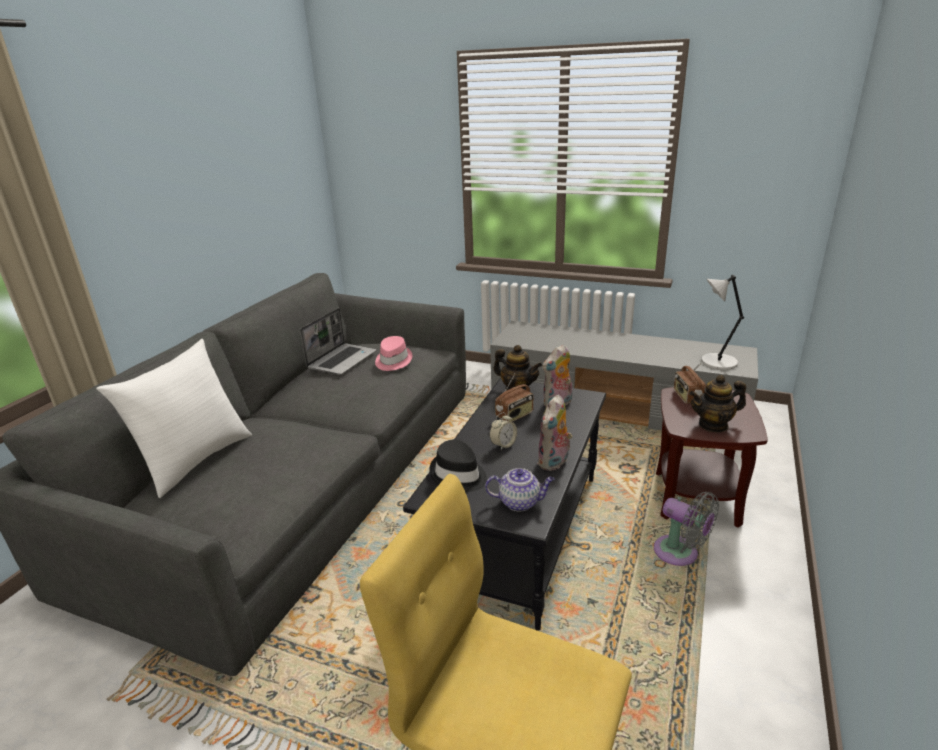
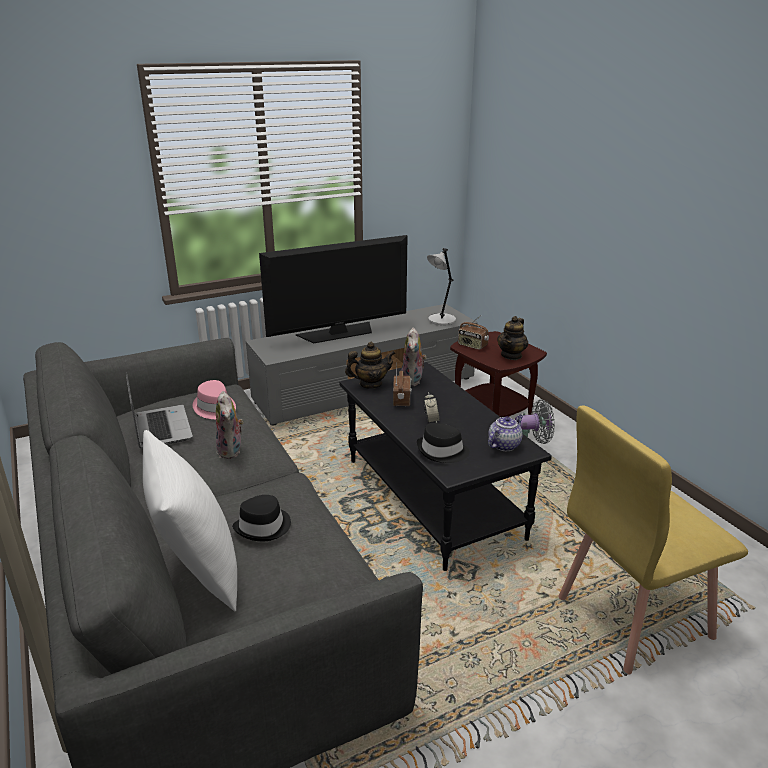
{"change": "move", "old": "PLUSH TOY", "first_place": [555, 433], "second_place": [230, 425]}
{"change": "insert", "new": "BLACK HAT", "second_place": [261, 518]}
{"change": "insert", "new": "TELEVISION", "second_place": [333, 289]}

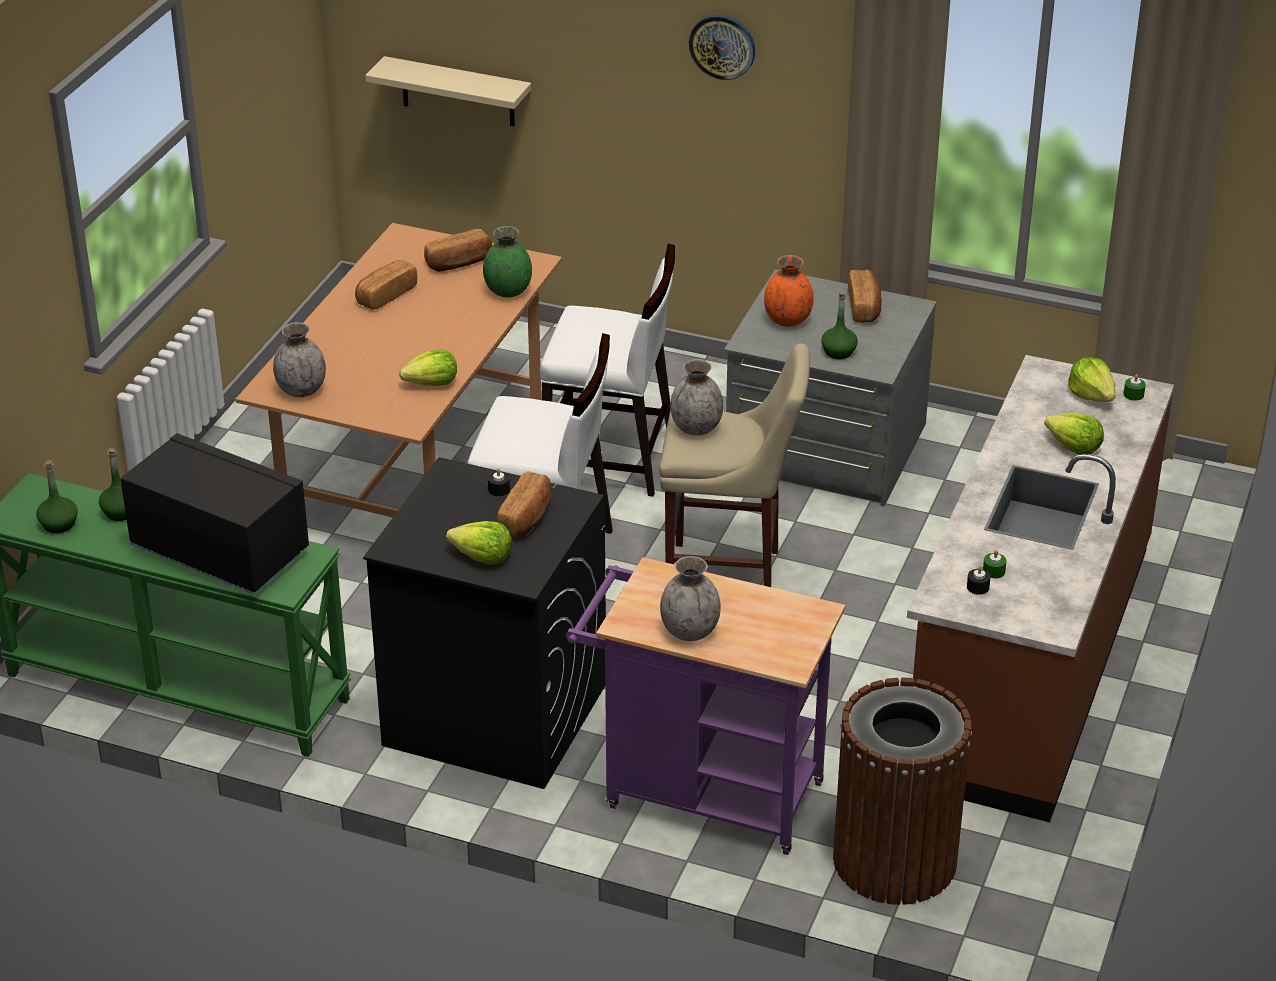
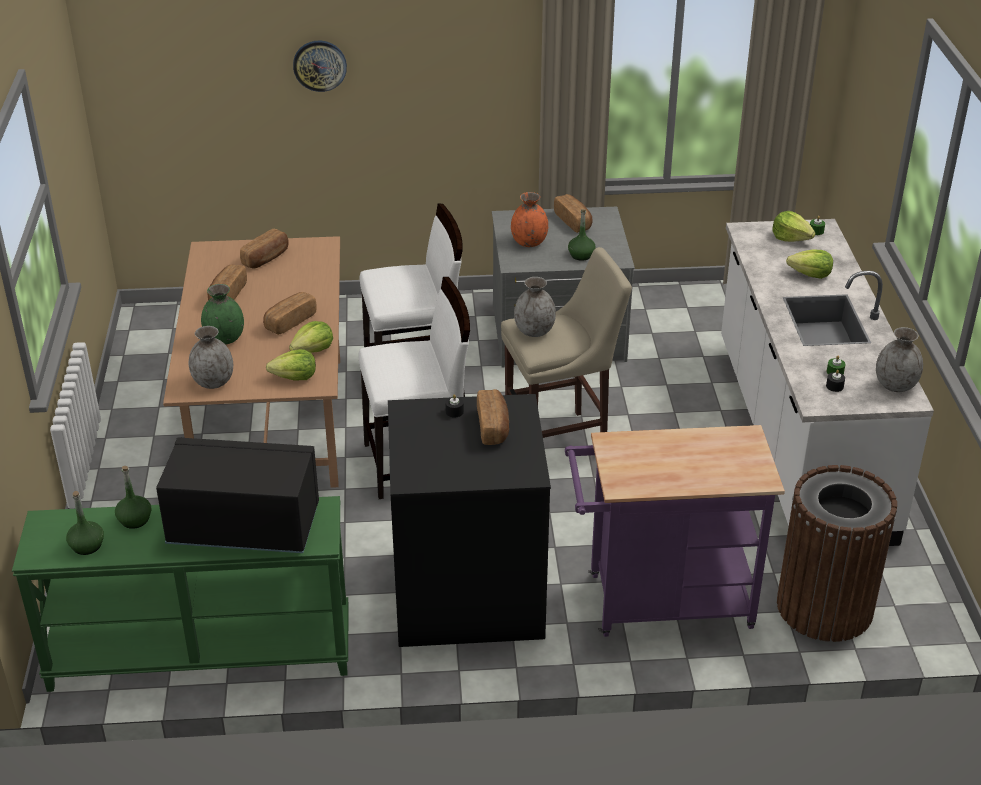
{"change": "delete", "old": "BEIGE SHELF", "first_place": [448, 91]}
{"change": "move", "old": "LETTUCE", "first_place": [479, 543], "second_place": [291, 364]}
{"change": "move", "old": "GREEN VASE", "first_place": [507, 261], "second_place": [222, 314]}
{"change": "move", "old": "GREY VASE", "first_place": [690, 598], "second_place": [899, 359]}
{"change": "move", "old": "WALL CLOCK", "first_place": [722, 47], "second_place": [320, 66]}
{"change": "recolor", "old": "BROWN COUNTER", "new": "WHITE COUNTER", "first_place": [1040, 588], "second_place": [827, 382]}
{"change": "insert", "new": "BREAD", "second_place": [289, 313]}

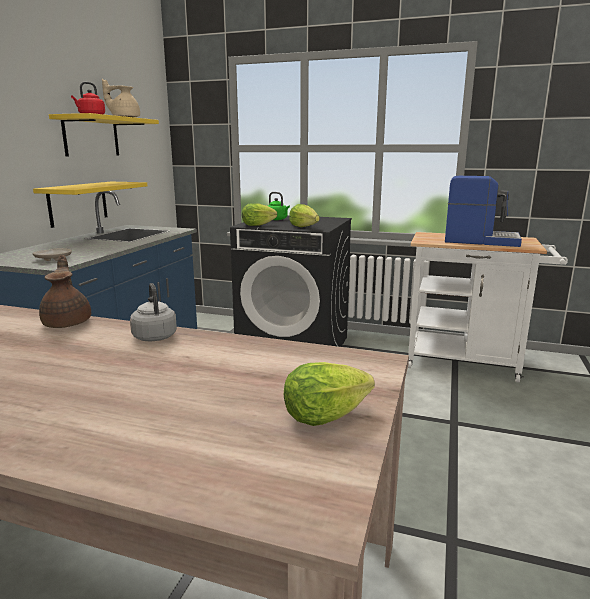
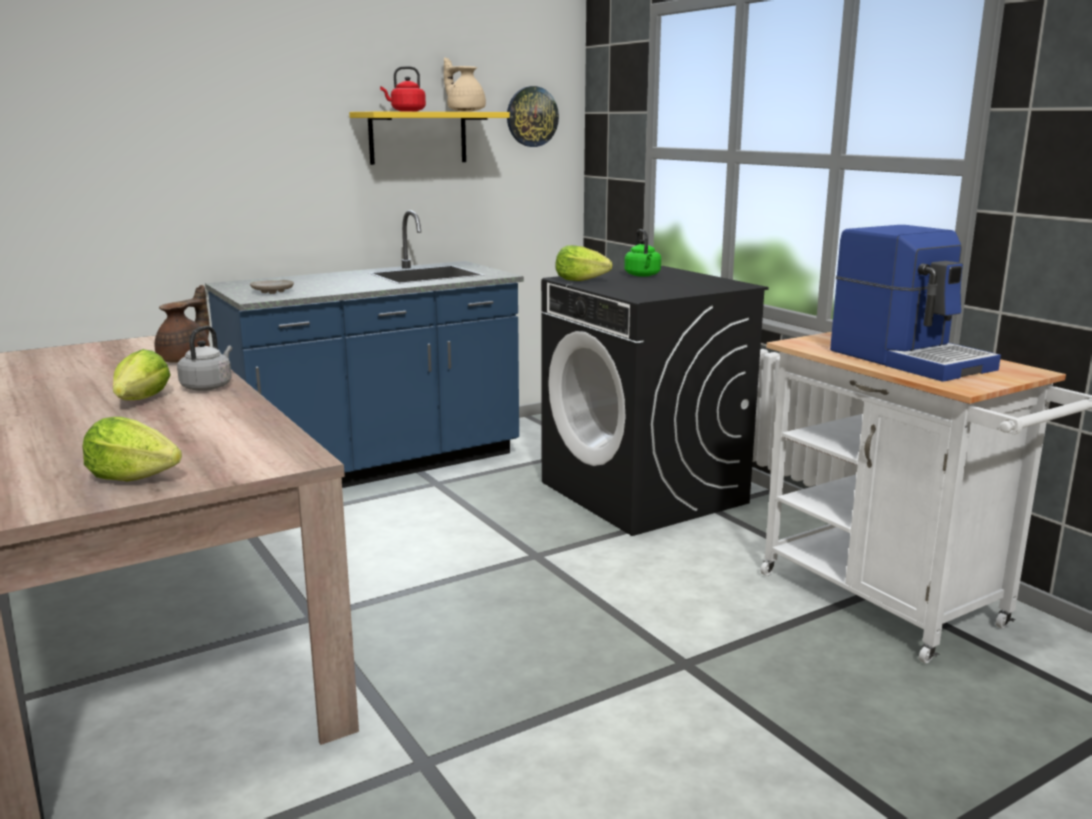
{"change": "delete", "old": "YELLOW SHELF", "first_place": [90, 205]}
{"change": "move", "old": "LETTUCE", "first_place": [304, 215], "second_place": [142, 374]}
{"change": "insert", "new": "WALL CLOCK", "second_place": [533, 116]}

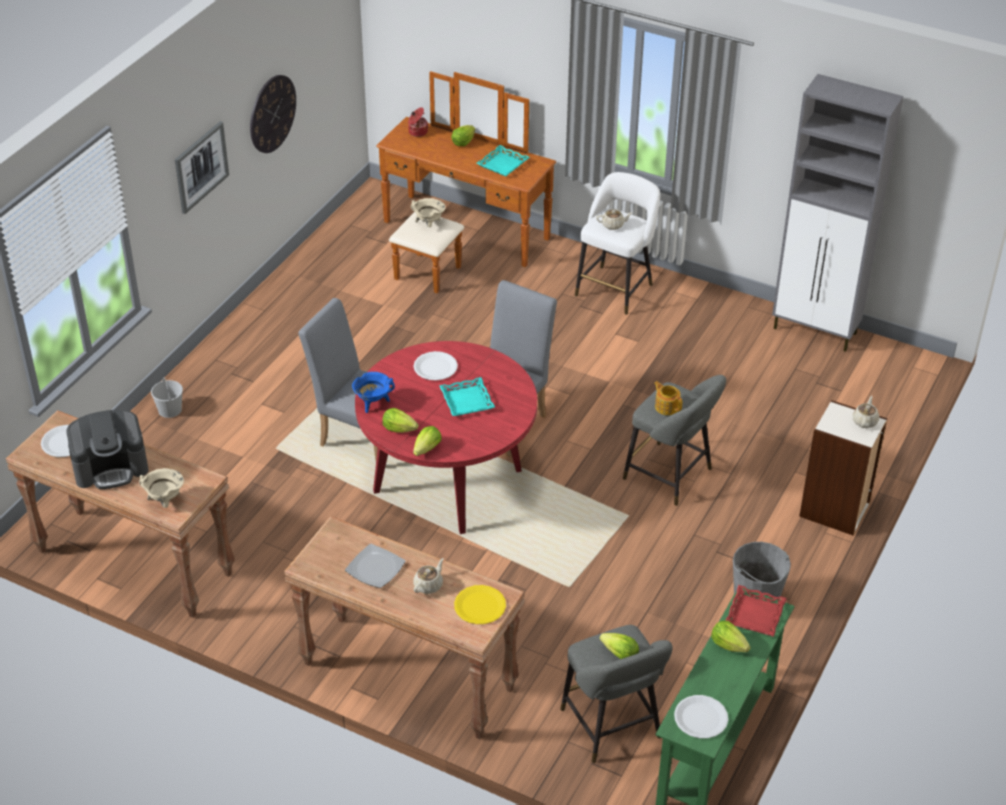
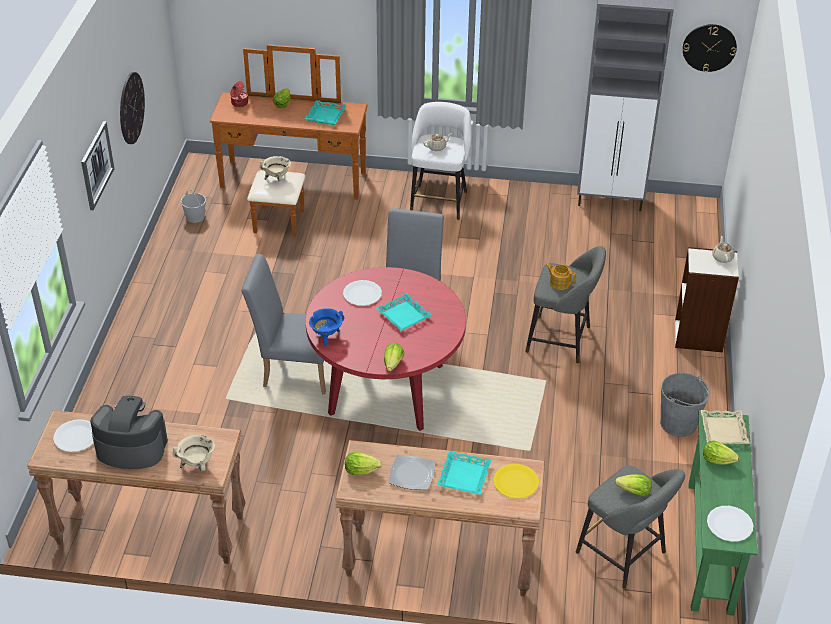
{"change": "rotate", "old": "COFFEE MACHINE", "first_place": [107, 449], "second_place": [129, 432], "degrees": -135}
{"change": "move", "old": "WHITE BUCKET", "first_place": [167, 397], "second_place": [193, 206]}
{"change": "move", "old": "LETTUCE", "first_place": [400, 420], "second_place": [363, 463]}
{"change": "replace", "old": "BEIGE TEAPOT", "new": "TURQUOISE TRAY", "first_place": [428, 576], "second_place": [464, 473]}
{"change": "recolor", "old": "RED TRAY", "new": "BEIGE TRAY", "first_place": [756, 611], "second_place": [725, 427]}
{"change": "insert", "new": "WALL CLOCK", "second_place": [710, 48]}

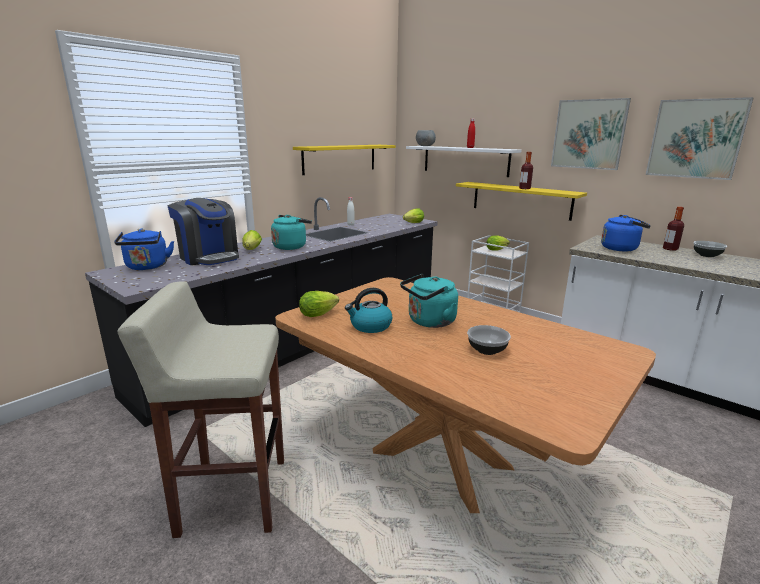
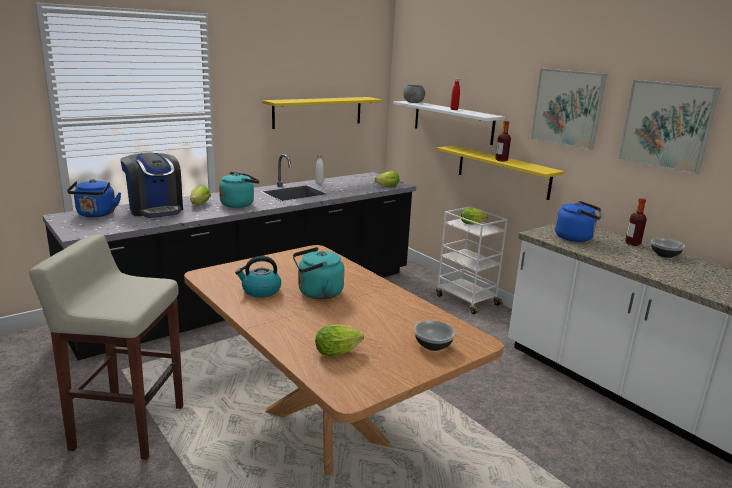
{"change": "move", "old": "LETTUCE", "first_place": [319, 304], "second_place": [339, 340]}
{"change": "move", "old": "BOWL", "first_place": [489, 340], "second_place": [434, 336]}

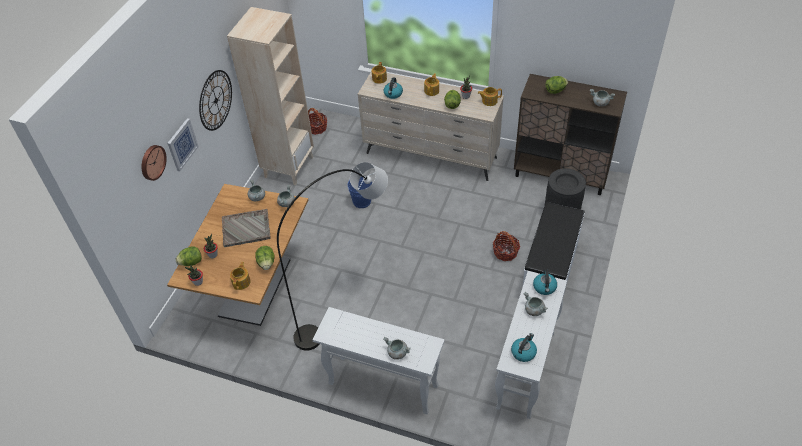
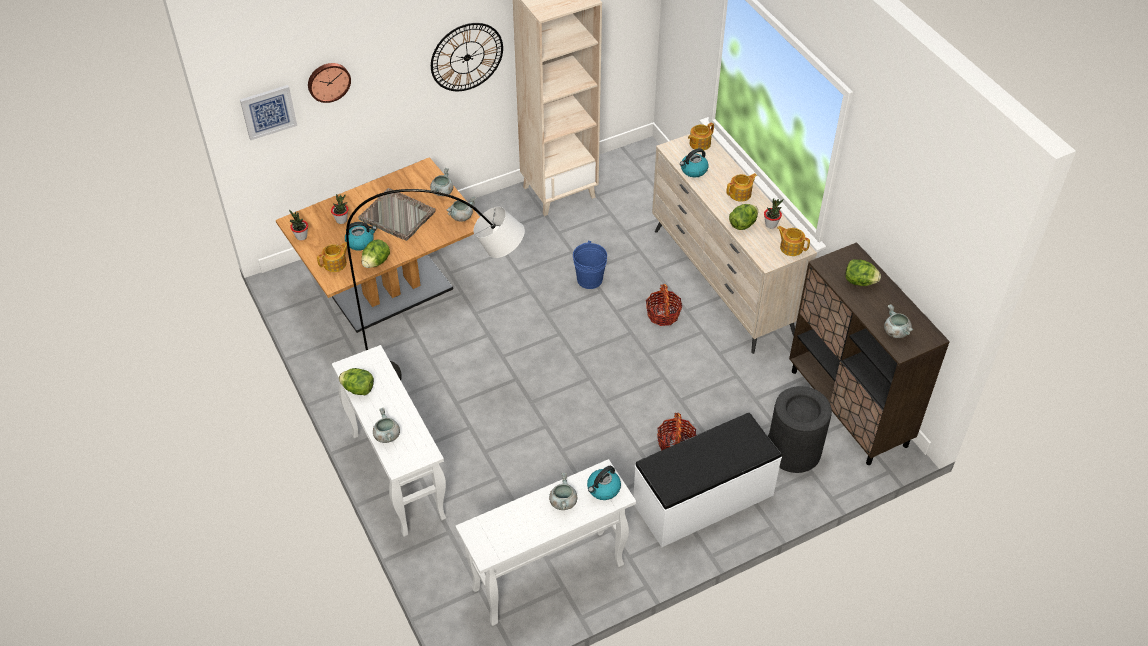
{"change": "move", "old": "PICTURE", "first_place": [183, 145], "second_place": [268, 112]}
{"change": "move", "old": "LETTUCE", "first_place": [188, 256], "second_place": [356, 381]}
{"change": "move", "old": "BASKET", "first_place": [317, 121], "second_place": [664, 305]}
{"change": "move", "old": "KETTLE", "first_place": [524, 347], "second_place": [361, 236]}

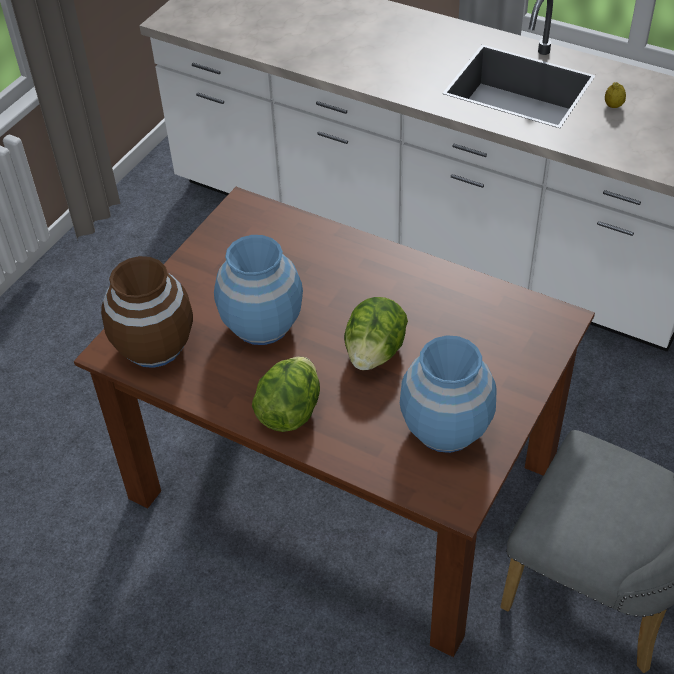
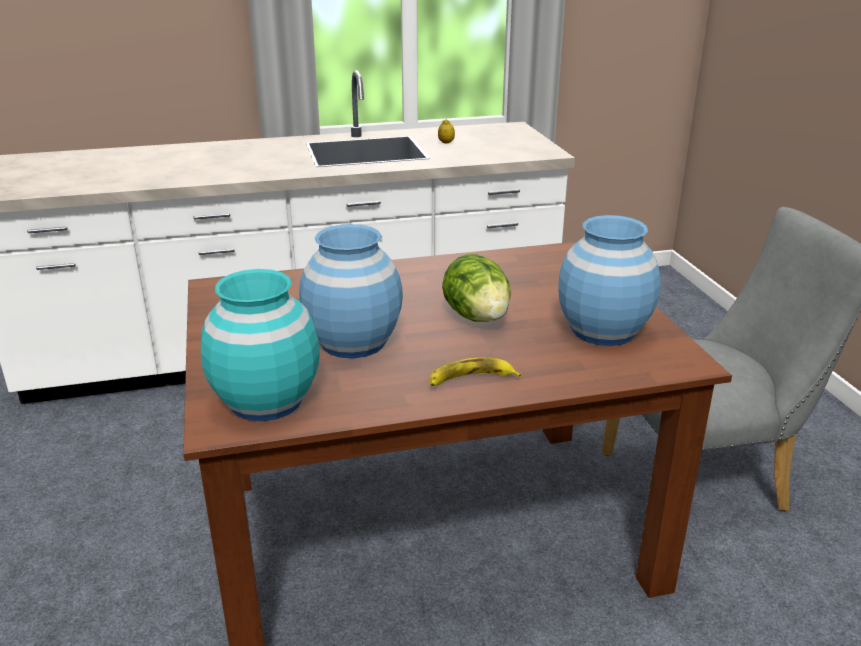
{"change": "recolor", "old": "BROWN VASE", "new": "TURQUOISE VASE", "first_place": [147, 312], "second_place": [260, 345]}
{"change": "replace", "old": "LETTUCE", "new": "BANANA", "first_place": [286, 394], "second_place": [476, 371]}

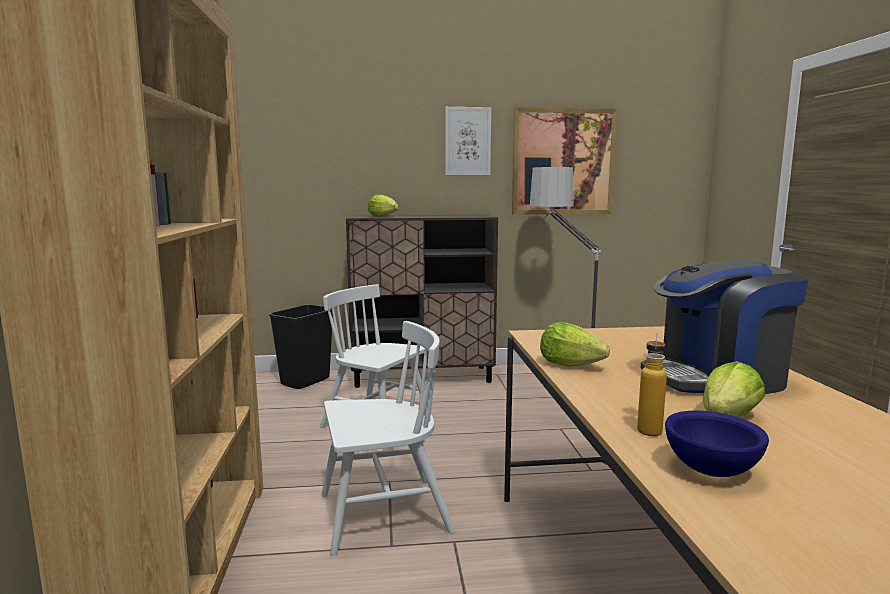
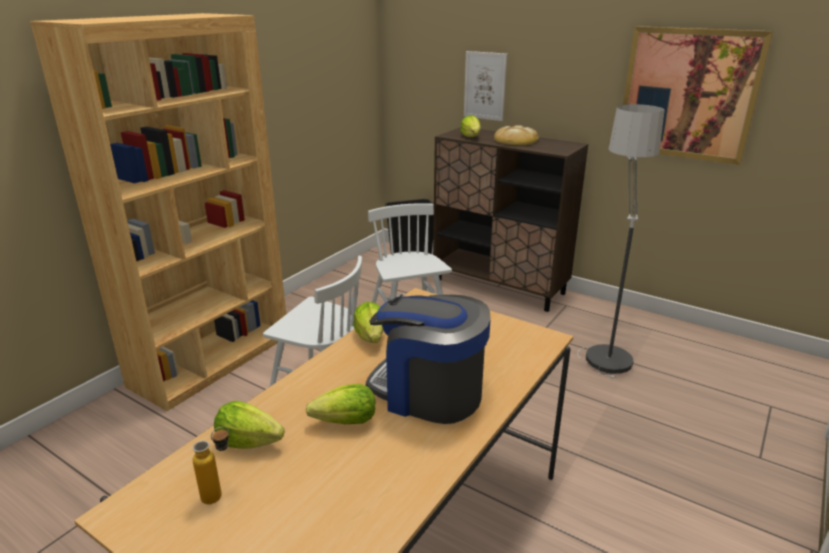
{"change": "move", "old": "PICTURE", "first_place": [468, 141], "second_place": [485, 86]}
{"change": "move", "old": "BOTTLE", "first_place": [652, 384], "second_place": [211, 465]}
{"change": "replace", "old": "BLUE BOWL", "new": "LETTUCE", "first_place": [717, 444], "second_place": [249, 425]}
{"change": "insert", "new": "BREAD", "second_place": [516, 135]}

